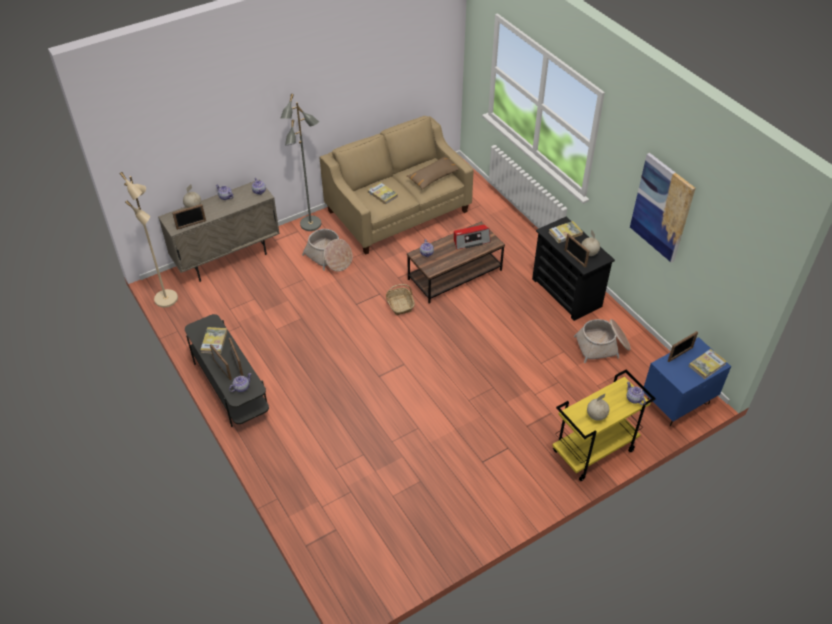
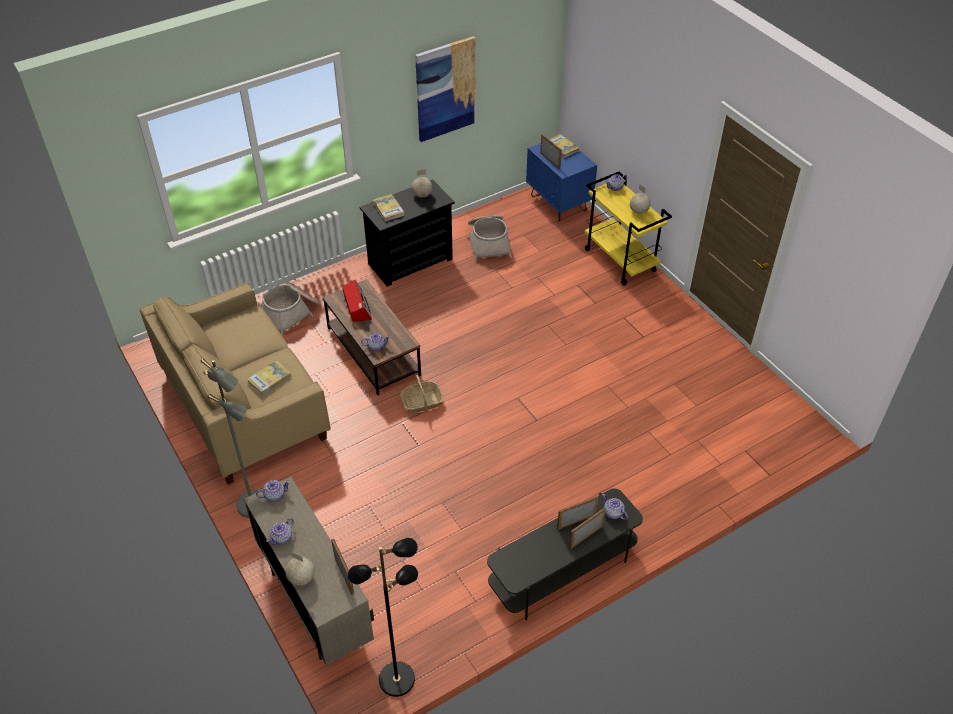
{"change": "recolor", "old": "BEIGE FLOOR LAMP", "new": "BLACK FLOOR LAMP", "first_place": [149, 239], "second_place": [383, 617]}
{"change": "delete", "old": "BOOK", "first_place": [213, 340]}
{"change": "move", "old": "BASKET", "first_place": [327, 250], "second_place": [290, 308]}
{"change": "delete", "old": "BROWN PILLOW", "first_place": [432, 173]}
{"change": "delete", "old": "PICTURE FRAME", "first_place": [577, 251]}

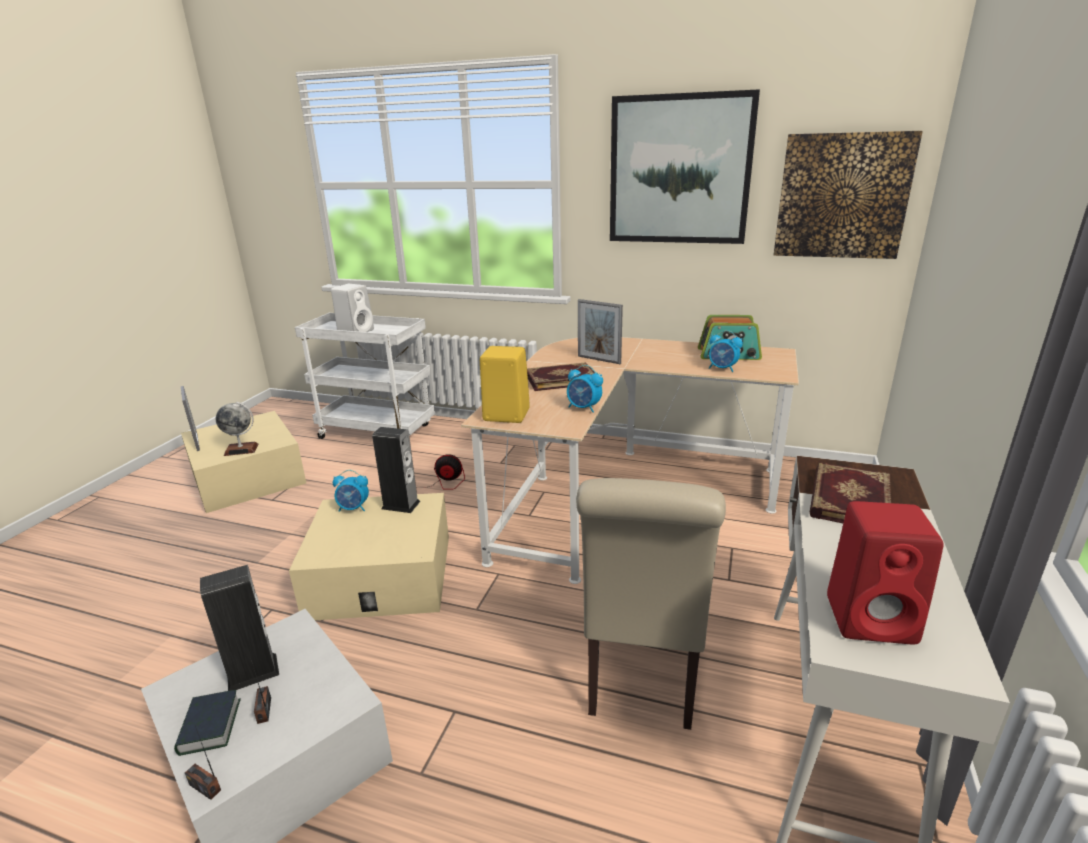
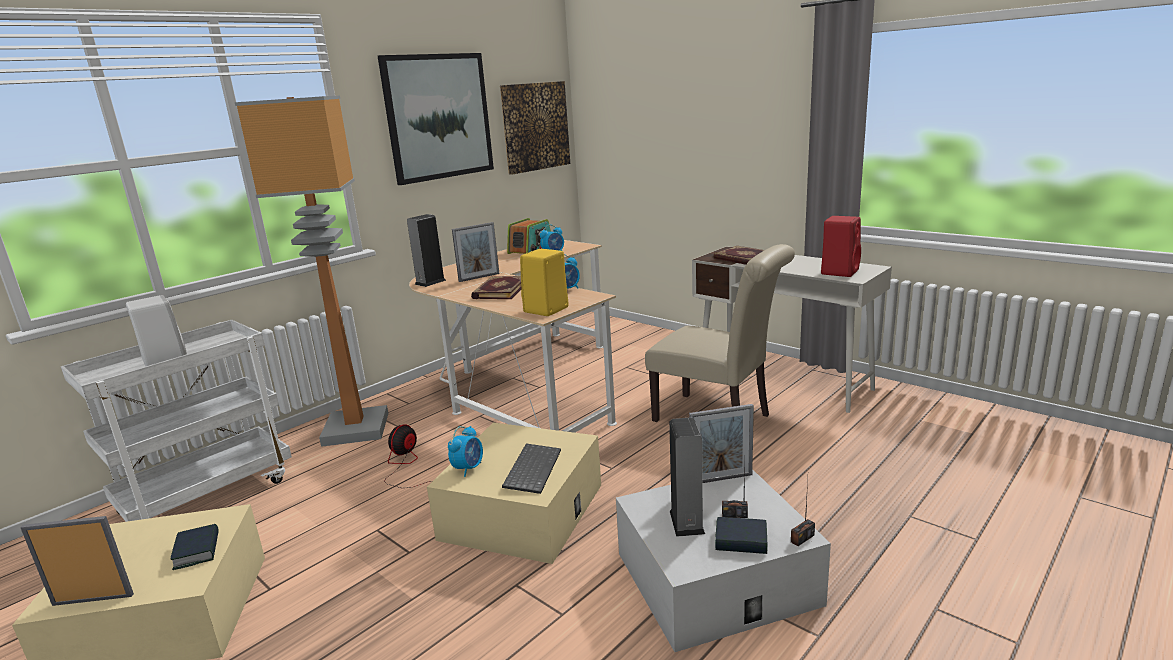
{"change": "replace", "old": "GLOBE", "new": "BOOK", "first_place": [237, 429], "second_place": [195, 547]}
{"change": "move", "old": "SPEAKER", "first_place": [396, 470], "second_place": [426, 250]}
{"change": "insert", "new": "FLOOR LAMP", "second_place": [311, 271]}
{"change": "insert", "new": "KEYBOARD", "second_place": [531, 469]}
{"change": "insert", "new": "PICTURE FRAME", "second_place": [721, 443]}

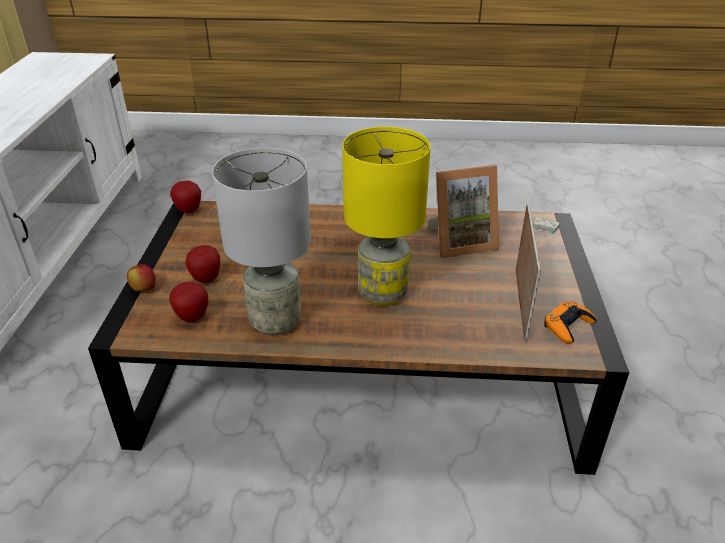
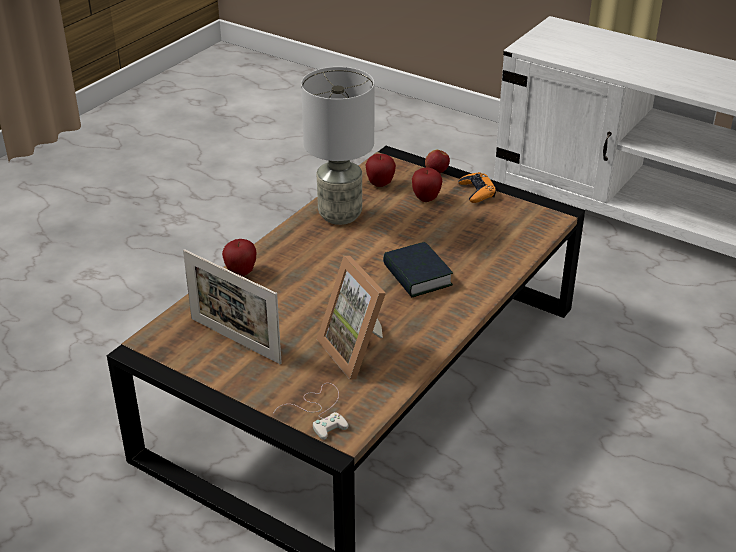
{"change": "move", "old": "APPLE", "first_place": [185, 197], "second_place": [239, 257]}
{"change": "delete", "old": "YELLOW TABLE LAMP", "first_place": [386, 216]}
{"change": "rotate", "old": "PICTURE FRAME", "first_place": [463, 211], "second_place": [351, 318], "degrees": -45}
{"change": "move", "old": "ORANGE GAME CONTROLLER", "first_place": [570, 322], "second_place": [477, 187]}
{"change": "insert", "new": "BOOK", "second_place": [418, 269]}

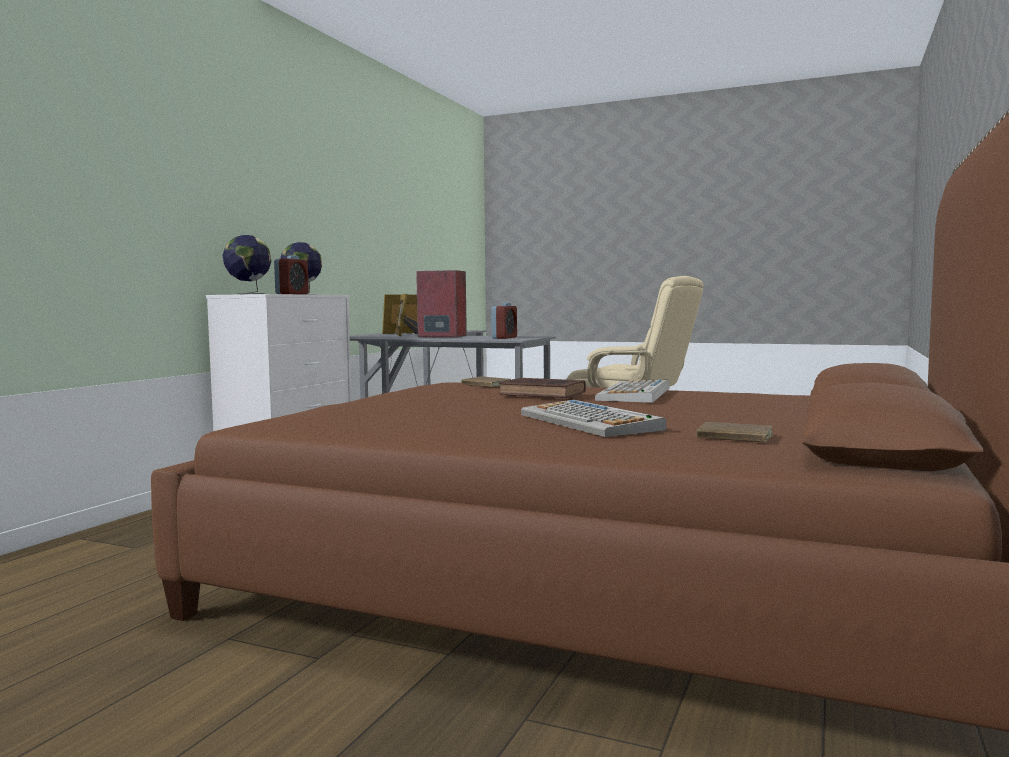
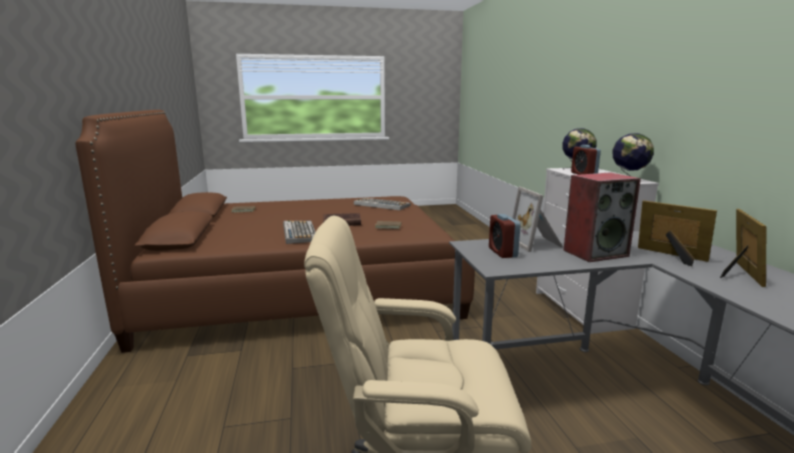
{"change": "move", "old": "KEYBOARD", "first_place": [593, 418], "second_place": [382, 204]}
{"change": "insert", "new": "PICTURE FRAME", "second_place": [537, 219]}

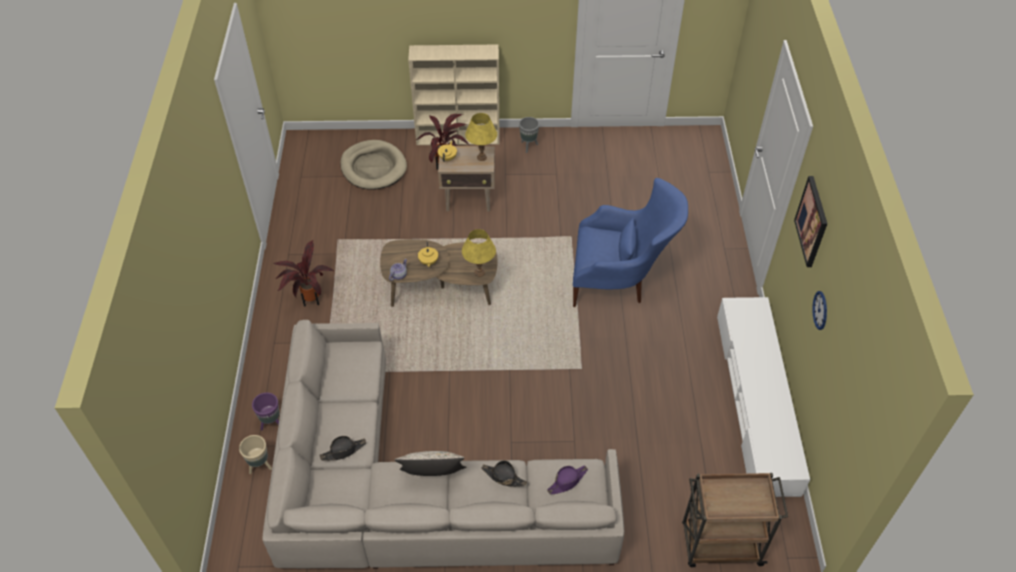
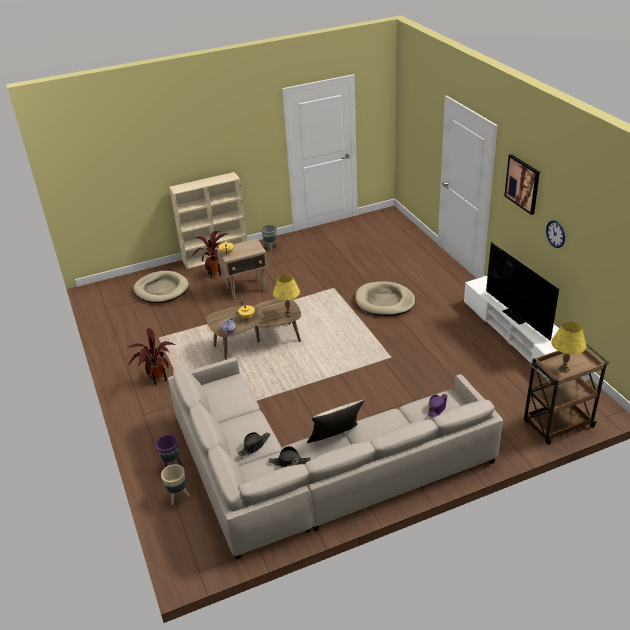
{"change": "move", "old": "YELLOW TABLE LAMP", "first_place": [481, 137], "second_place": [568, 347]}
{"change": "move", "old": "BLACK HAT", "first_place": [504, 473], "second_place": [290, 456]}
{"change": "replace", "old": "BLUE ARMCHAIR", "new": "BEIGE DOG BED", "first_place": [630, 242], "second_place": [385, 298]}
{"change": "insert", "new": "TELEVISION", "second_place": [522, 291]}

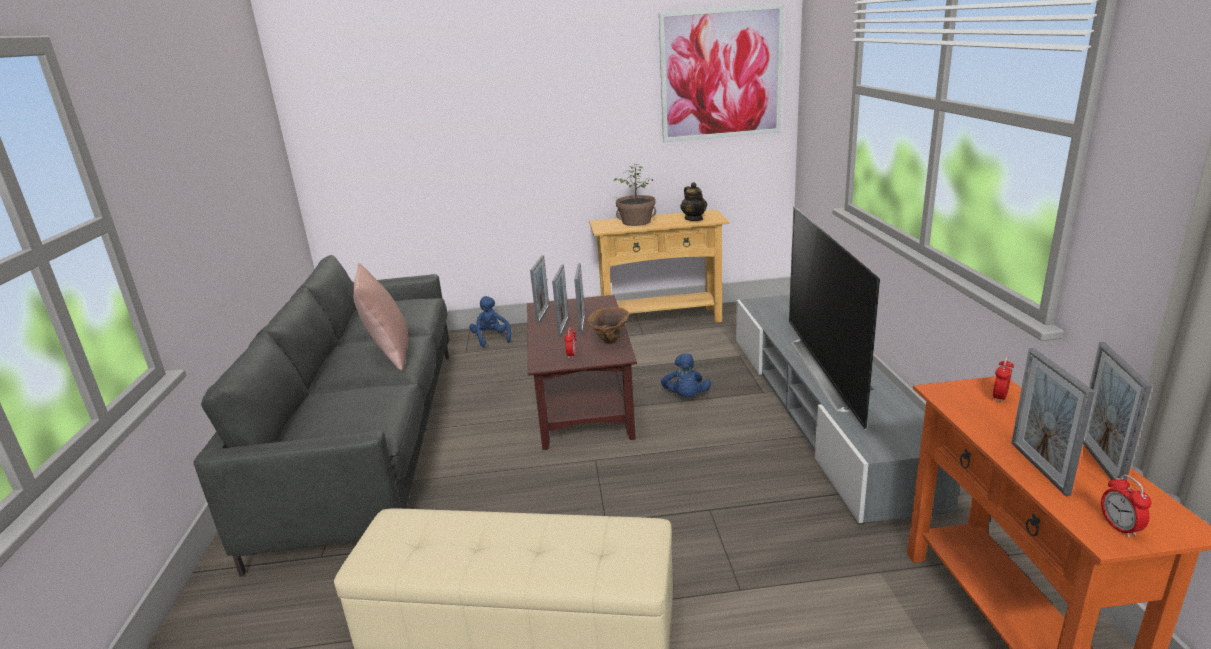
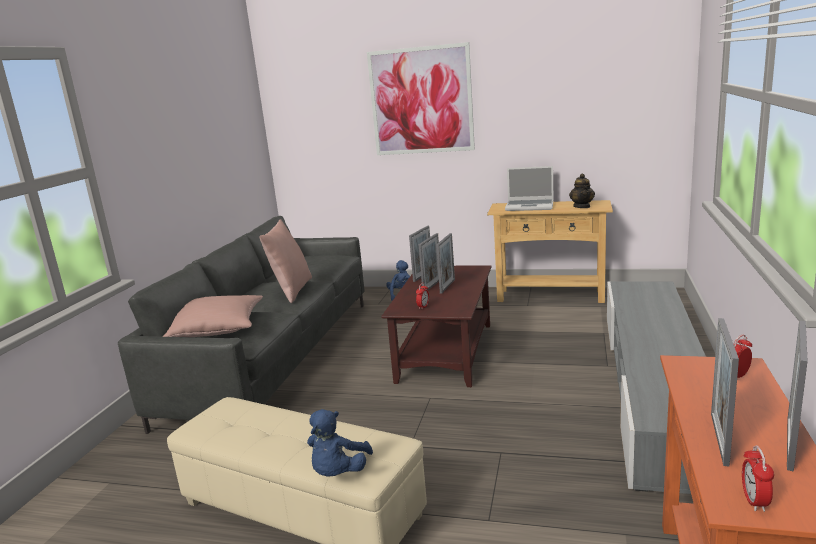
{"change": "delete", "old": "BROWN VASE", "first_place": [608, 325]}
{"change": "replace", "old": "POTTED PLANT", "new": "LAPTOP", "first_place": [635, 195], "second_place": [529, 188]}
{"change": "move", "old": "PICTURE", "first_place": [721, 73], "second_place": [421, 98]}
{"change": "move", "old": "BLUE PLUSH TOY", "first_place": [686, 375], "second_place": [340, 443]}
{"change": "delete", "old": "TELEVISION", "first_place": [834, 318]}
{"change": "insert", "new": "PINK PILLOW", "second_place": [213, 316]}

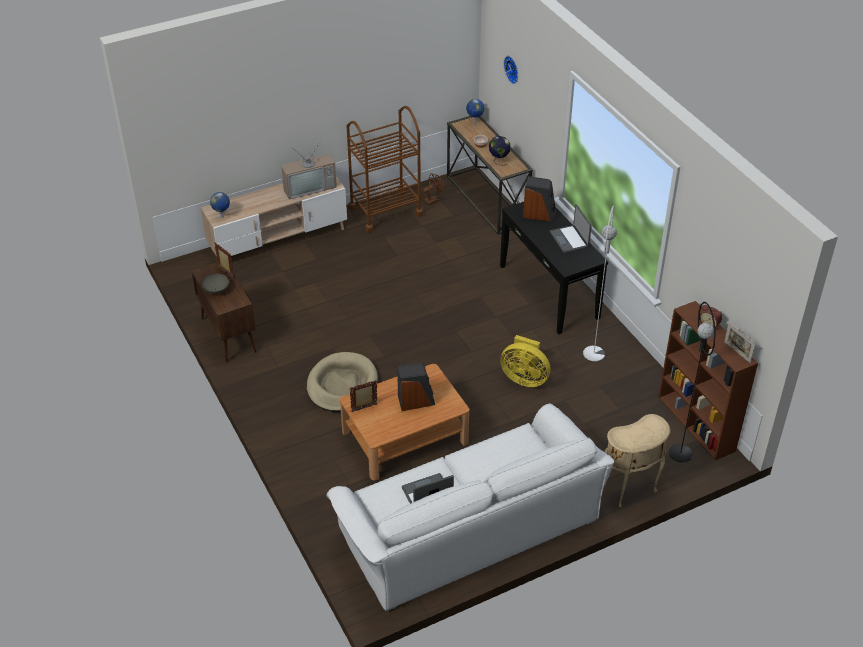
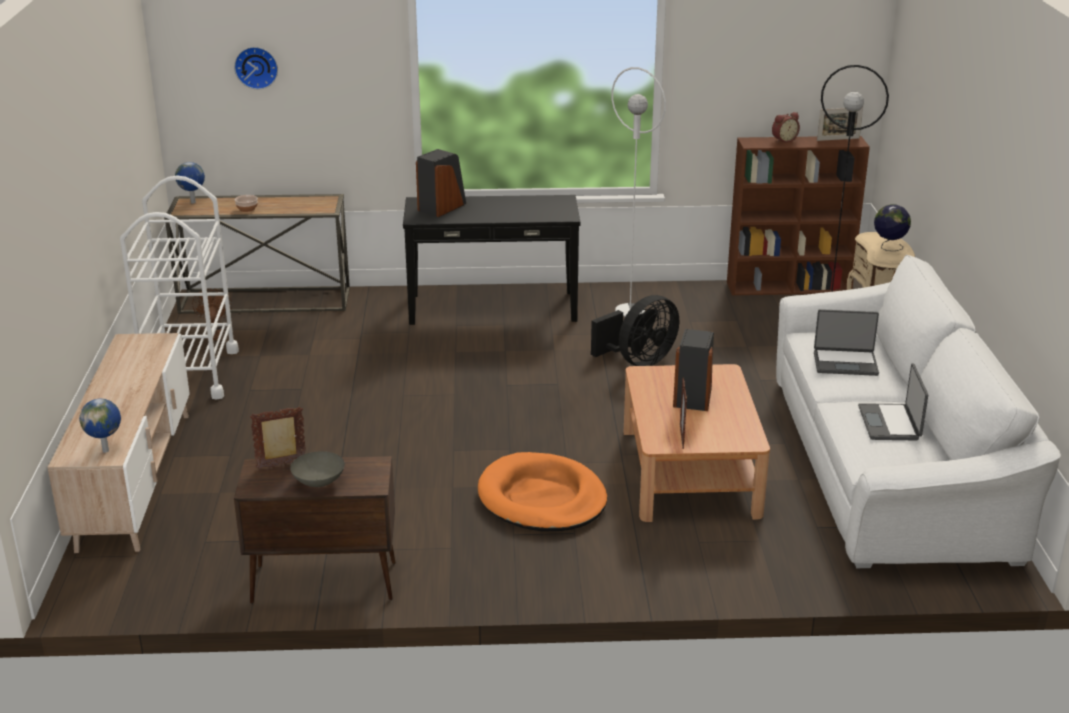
{"change": "delete", "old": "TELEVISION", "first_place": [309, 169]}
{"change": "recolor", "old": "BEIGE DOG BED", "new": "ORANGE DOG BED", "first_place": [342, 382], "second_place": [542, 491]}
{"change": "recolor", "old": "BROWN CART", "new": "WHITE CART", "first_place": [384, 169], "second_place": [179, 288]}
{"change": "move", "old": "GLOBE", "first_place": [500, 151], "second_place": [892, 227]}
{"change": "recolor", "old": "YELLOW FAN", "new": "BLACK FAN", "first_place": [525, 361], "second_place": [635, 330]}
{"change": "move", "old": "LAPTOP", "first_place": [570, 228], "second_place": [846, 342]}

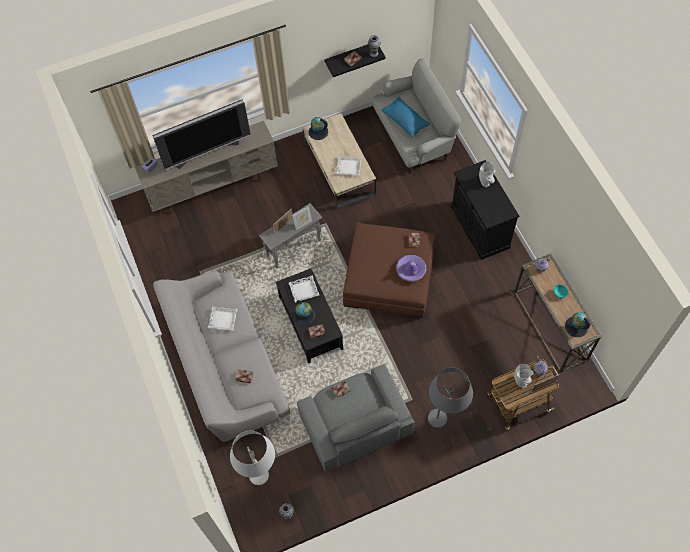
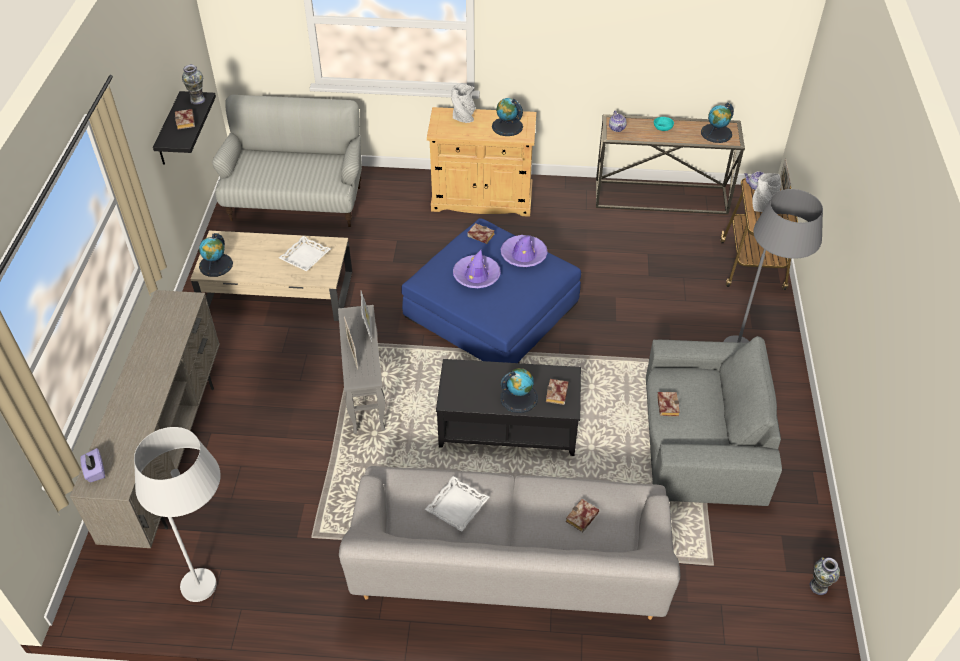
{"change": "delete", "old": "TELEVISION", "first_place": [201, 134]}
{"change": "move", "old": "WHITE FLOOR LAMP", "first_place": [252, 458], "second_place": [177, 514]}
{"change": "delete", "old": "WHITE TRAY", "first_place": [304, 289]}
{"change": "recolor", "old": "BROWN OTTOMAN", "new": "BLUE OTTOMAN", "first_place": [389, 270], "second_place": [491, 290]}
{"change": "delete", "old": "BLUE PILLOW", "first_place": [405, 117]}
{"change": "recolor", "old": "BLACK CABINET", "new": "BEIGE CABINET", "first_place": [484, 210], "second_place": [481, 162]}
{"change": "insert", "new": "PURPLE HAT", "second_place": [477, 269]}
{"change": "insert", "new": "GLOBE", "second_place": [507, 117]}

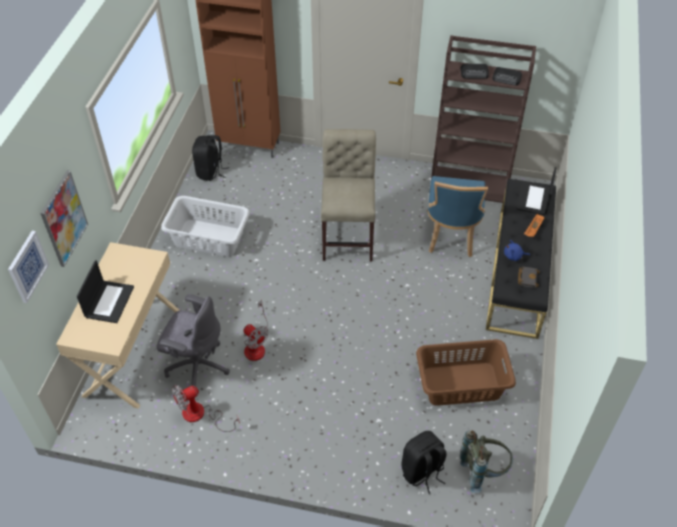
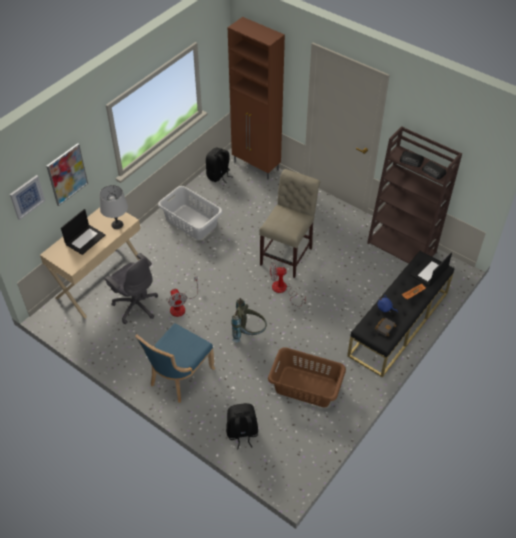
{"change": "move", "old": "FAN", "first_place": [206, 408], "second_place": [288, 285]}
{"change": "move", "old": "BLUE CHAIR", "first_place": [457, 216], "second_place": [175, 363]}
{"change": "move", "old": "GREY BACKPACK", "first_place": [486, 461], "second_place": [249, 320]}
{"change": "insert", "new": "GREY TABLE LAMP", "second_place": [113, 207]}

